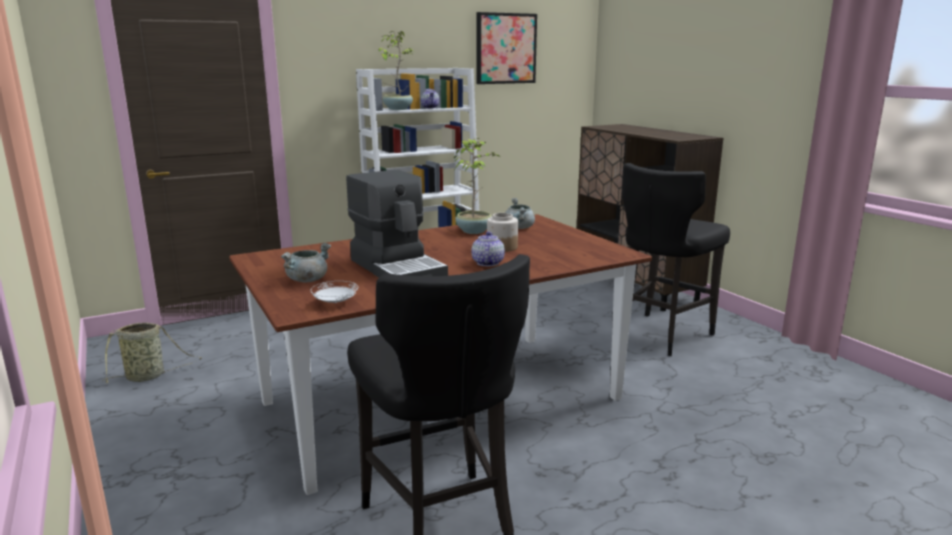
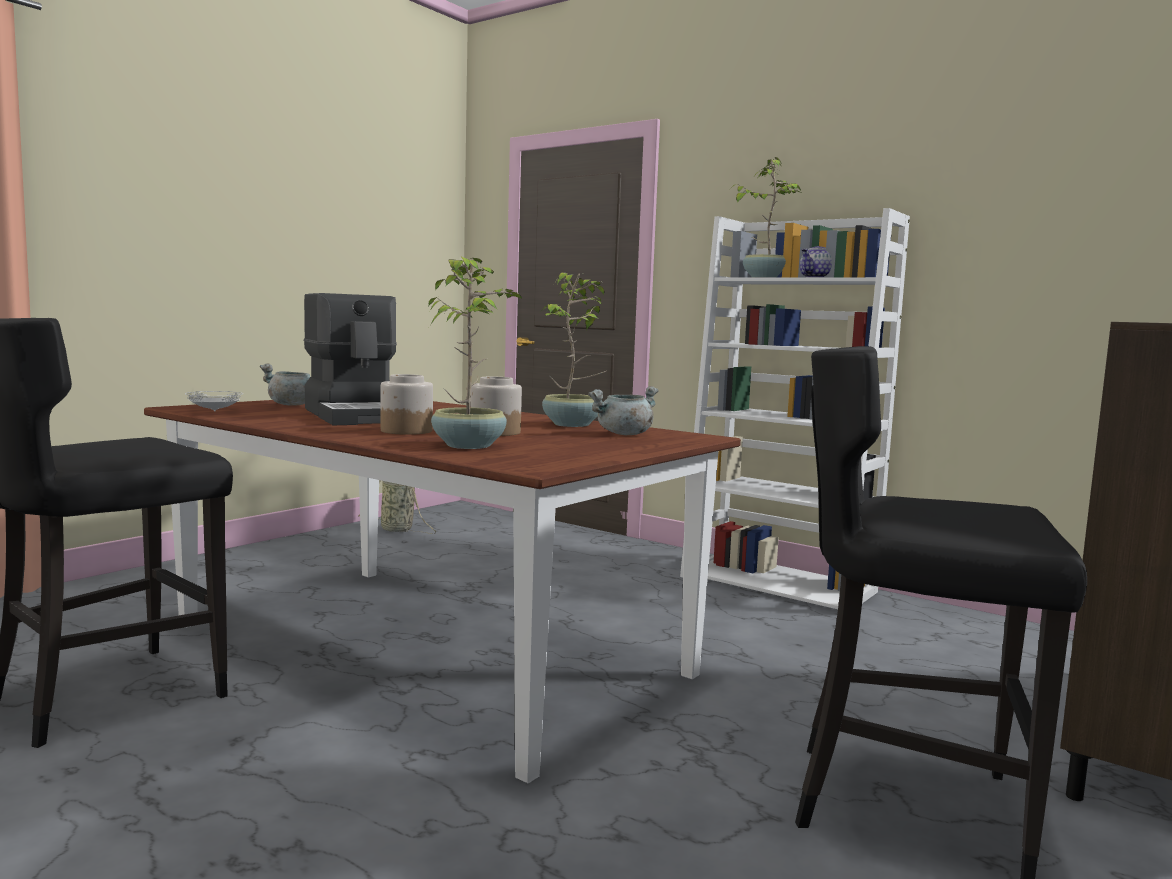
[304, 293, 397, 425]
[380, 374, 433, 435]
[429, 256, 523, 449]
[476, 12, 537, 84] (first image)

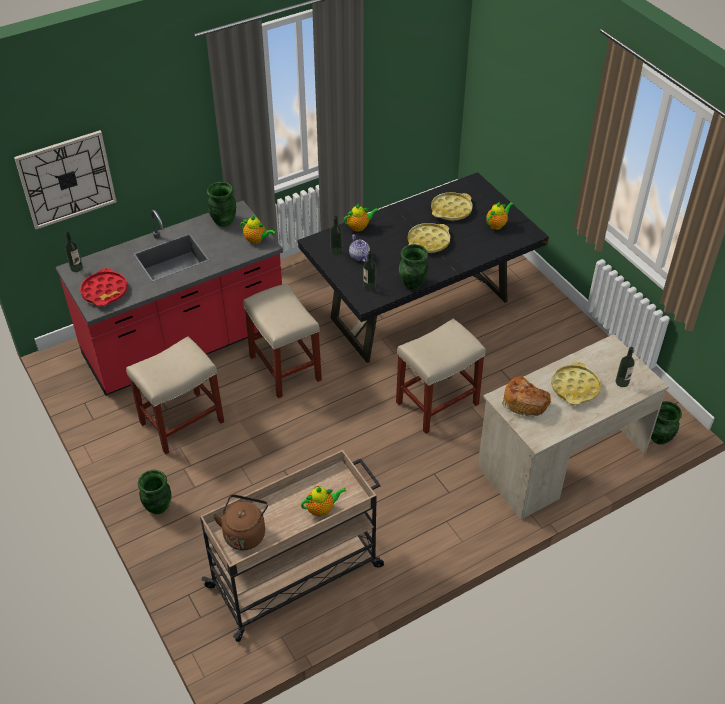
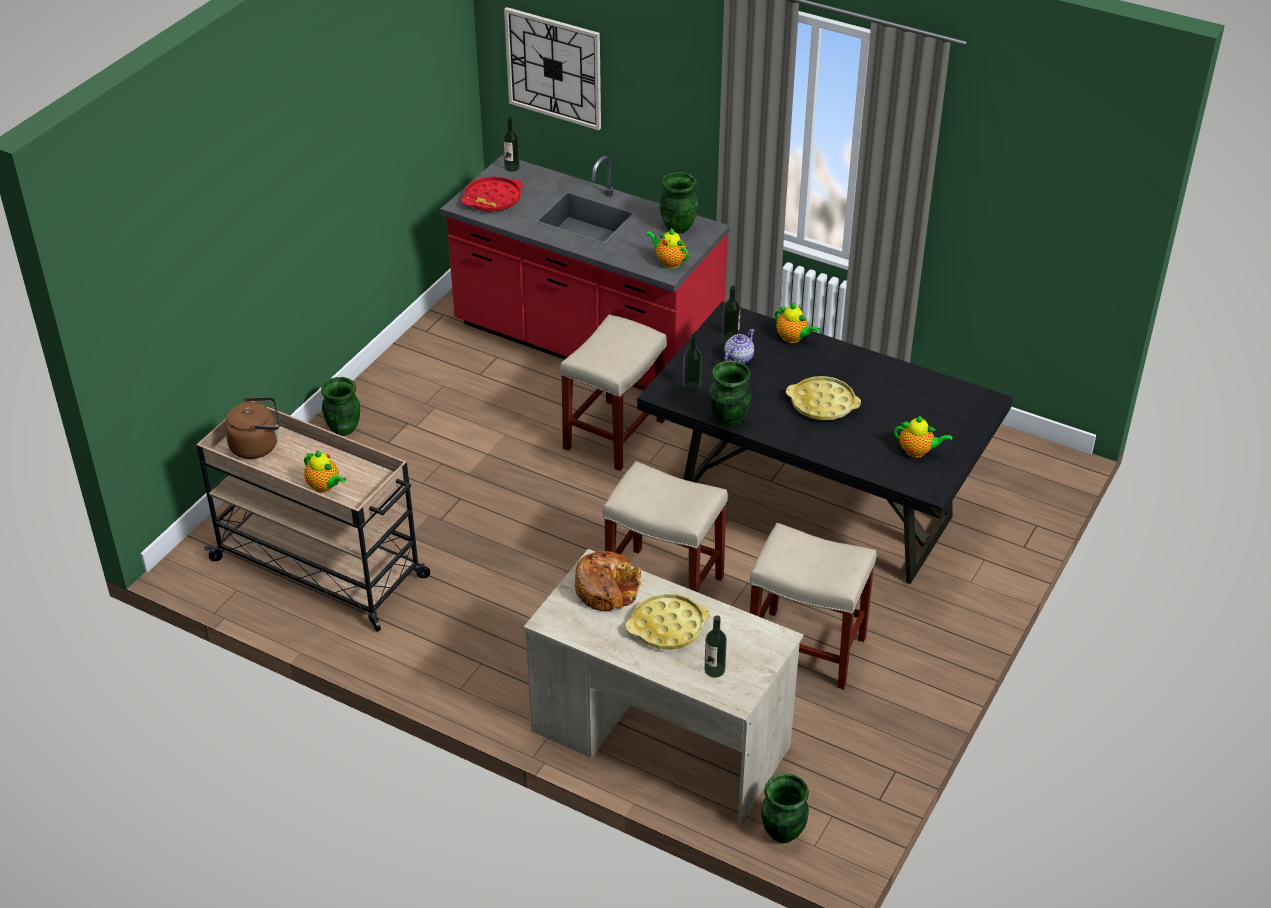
[646, 228, 689, 268]
[750, 523, 876, 689]
[431, 192, 473, 221] (first image)

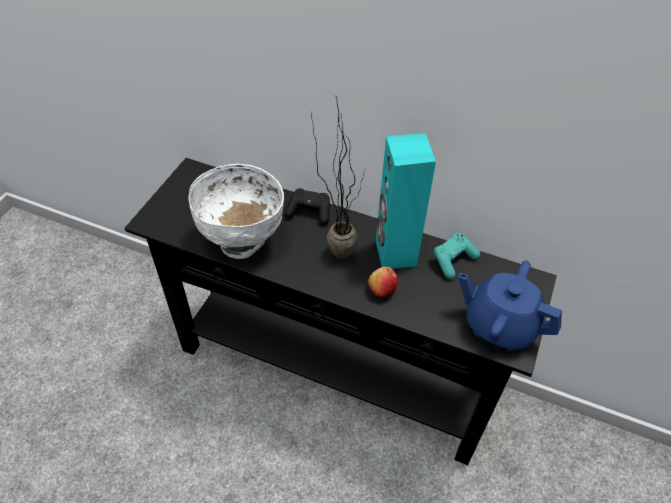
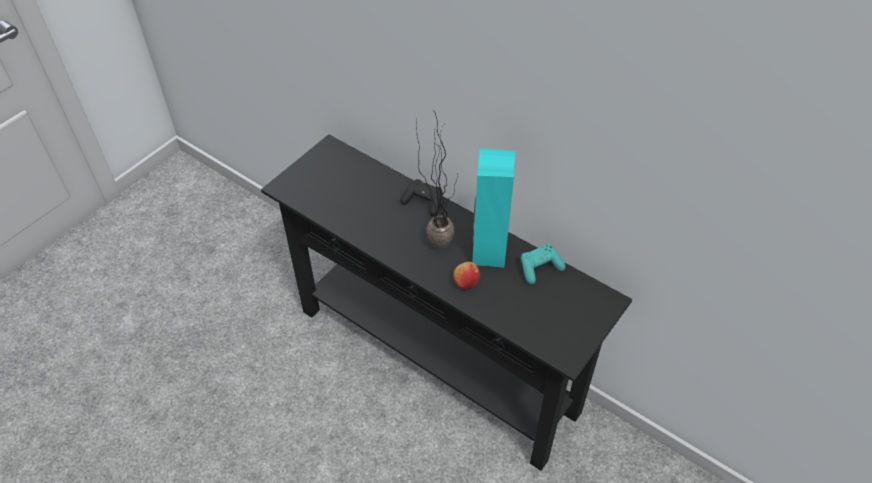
[188, 164, 284, 259] (first image)
[458, 261, 562, 351] (first image)

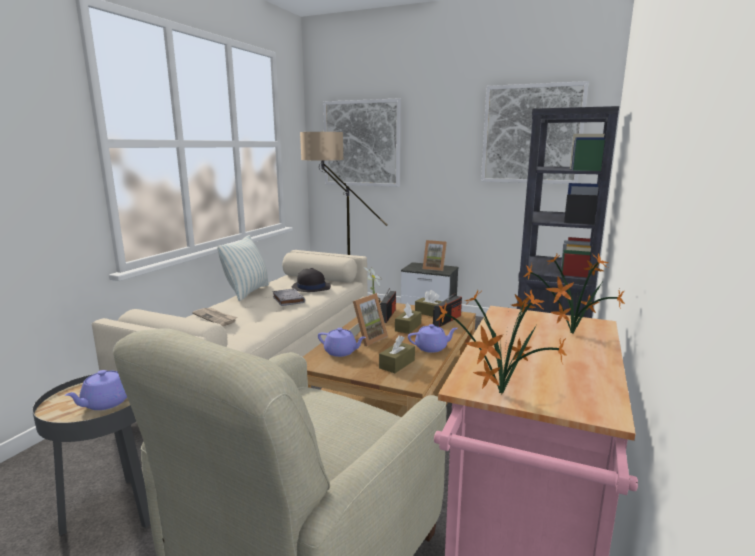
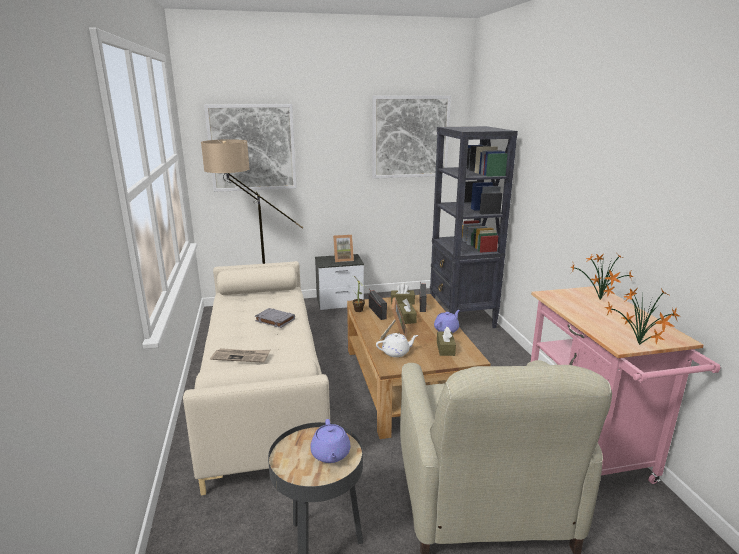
[376, 333, 418, 357]
[217, 235, 269, 302] (first image)
[292, 268, 331, 292] (first image)

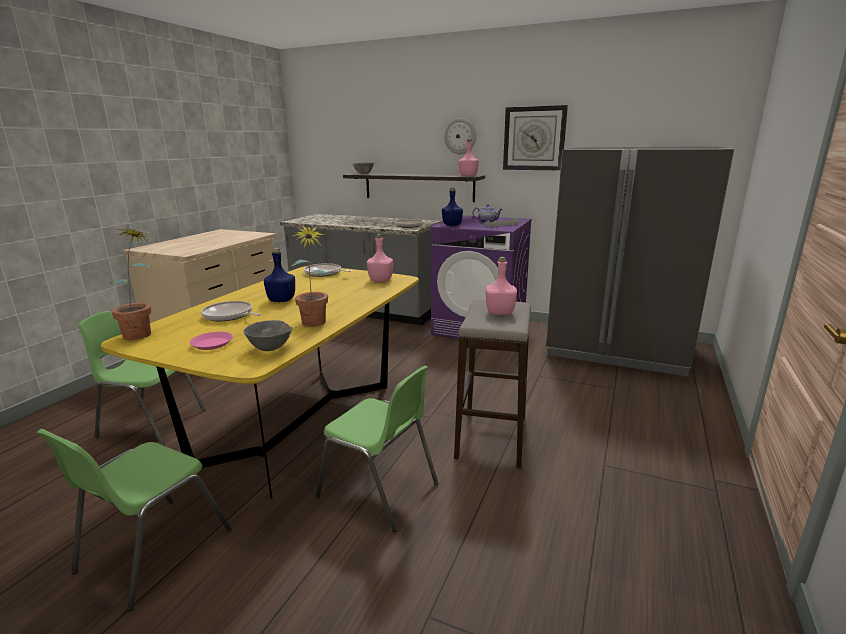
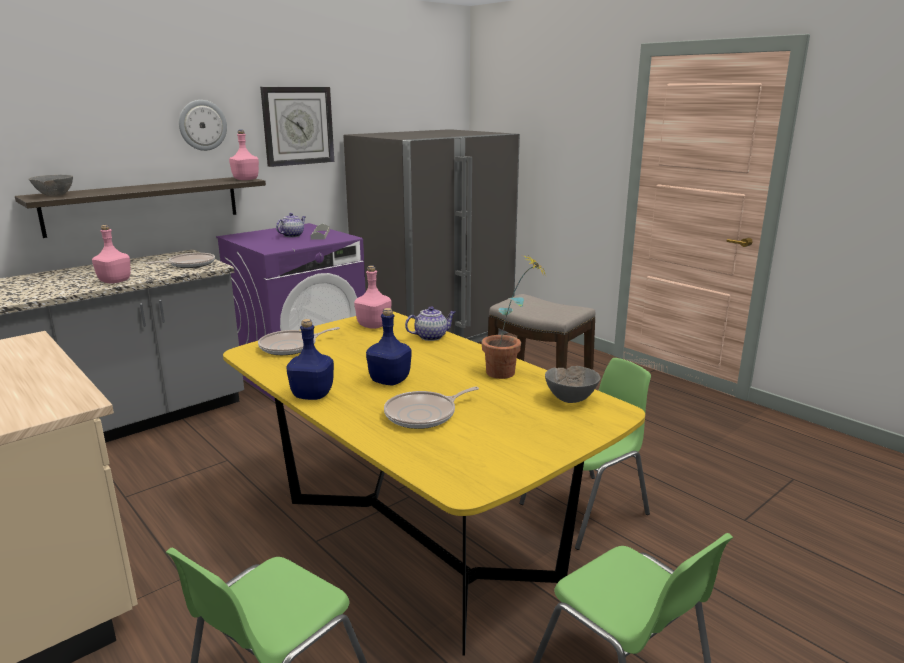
[92, 225, 131, 283]
[287, 319, 334, 400]
[405, 306, 456, 341]
[110, 228, 151, 340] (first image)
[190, 332, 233, 350] (first image)

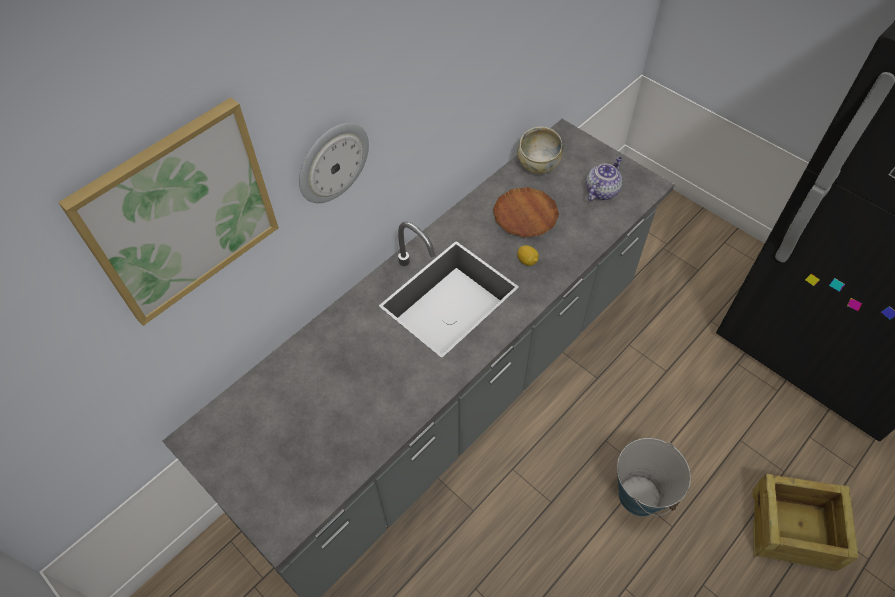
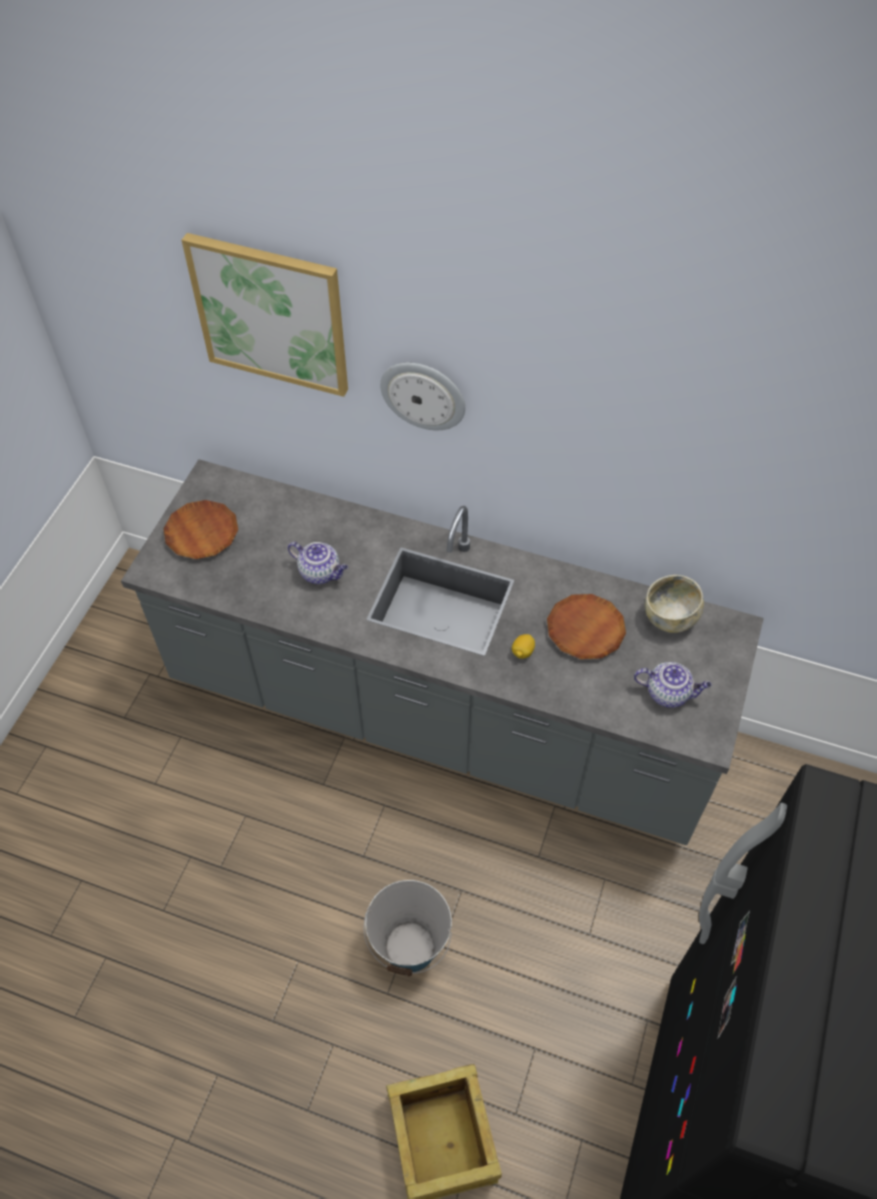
[164, 500, 238, 559]
[288, 542, 348, 584]

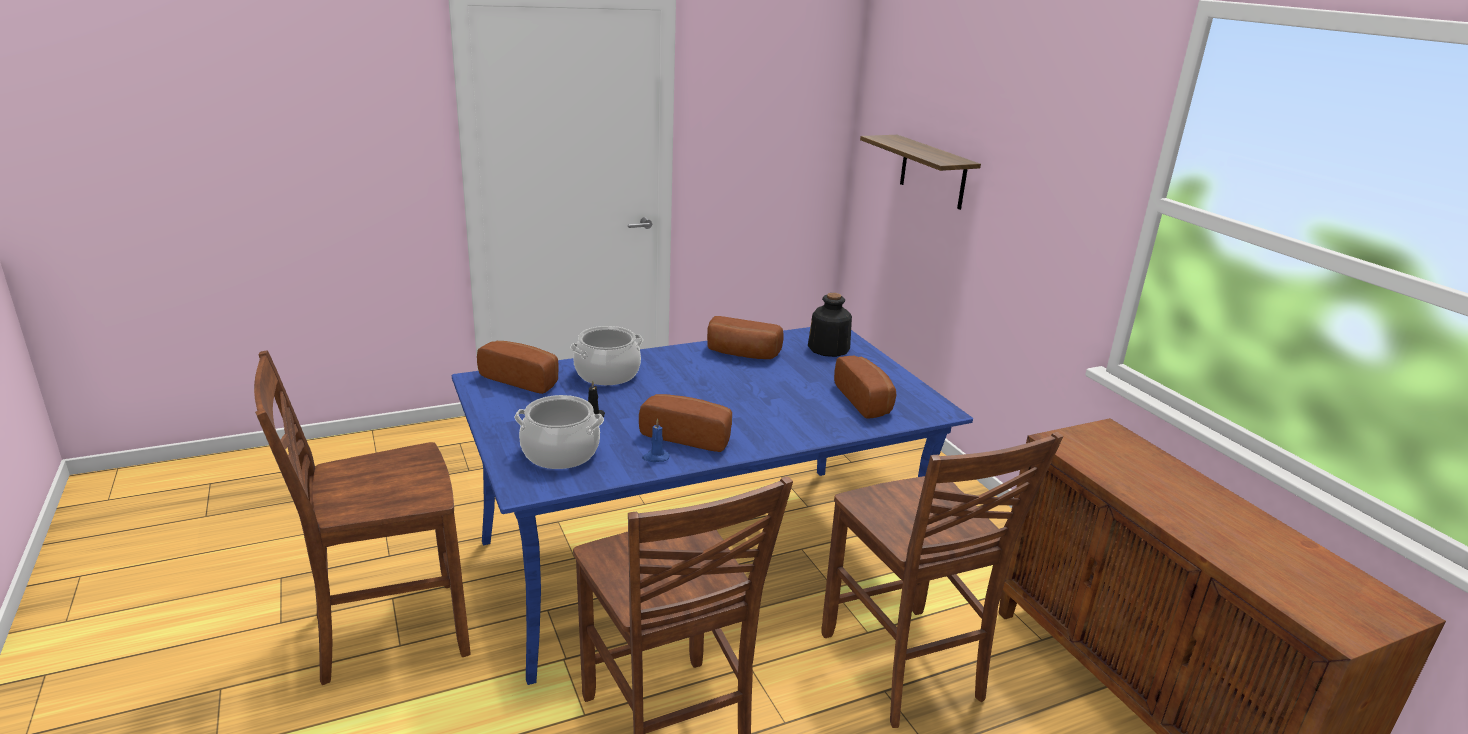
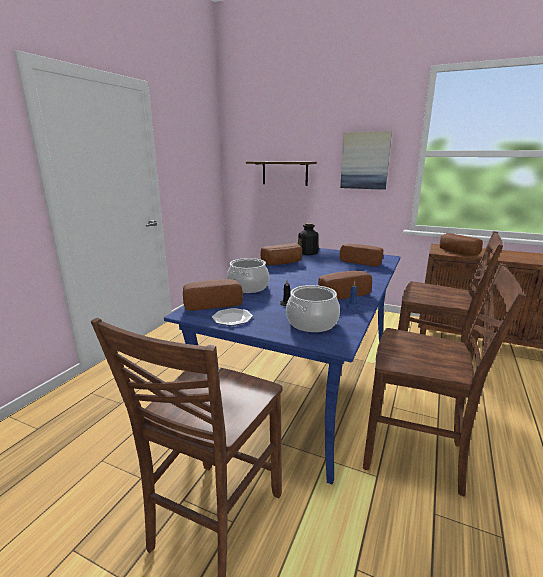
[212, 308, 253, 326]
[340, 131, 392, 190]
[440, 233, 483, 256]

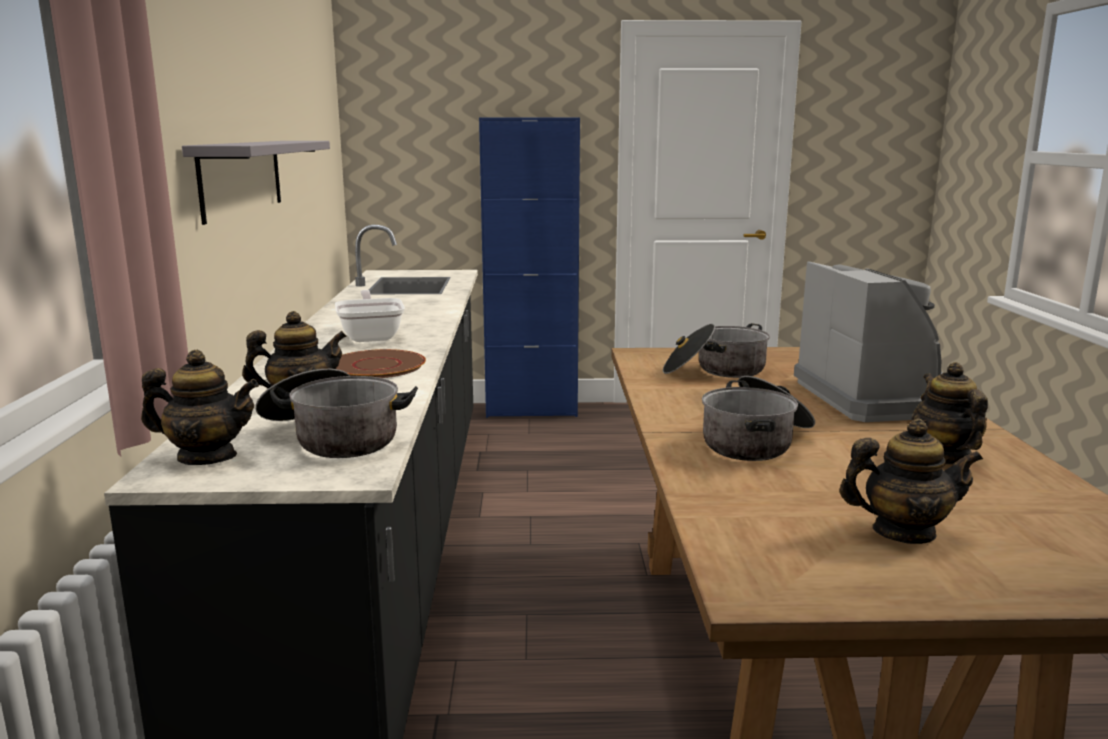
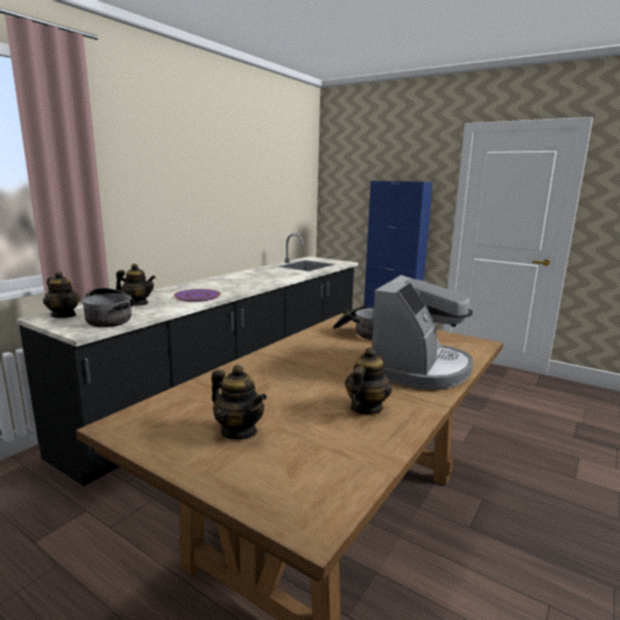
[174, 289, 221, 302]
[182, 141, 330, 225] (first image)
[335, 290, 405, 342] (first image)
[702, 376, 815, 461] (first image)

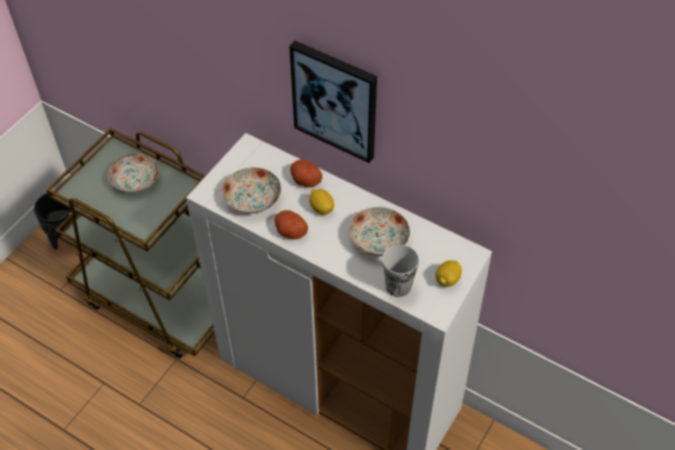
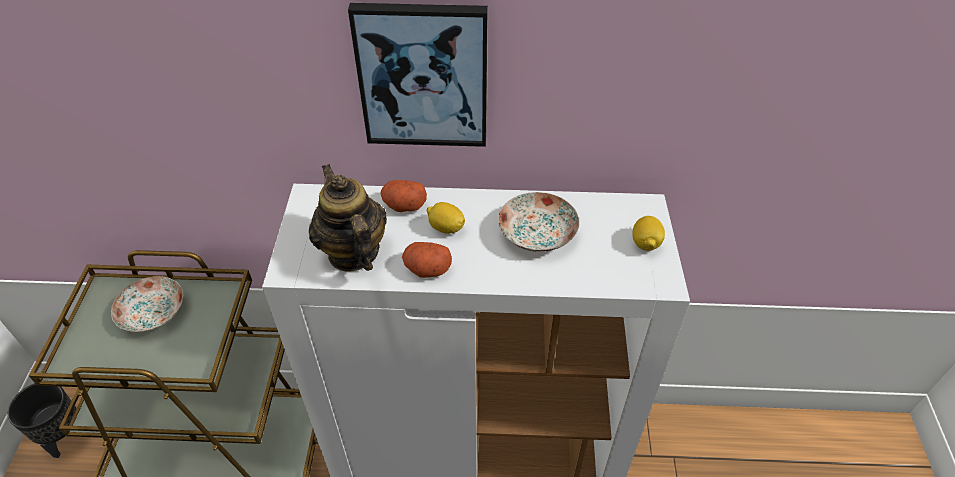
[309, 164, 387, 272]
[383, 244, 419, 297] (first image)

